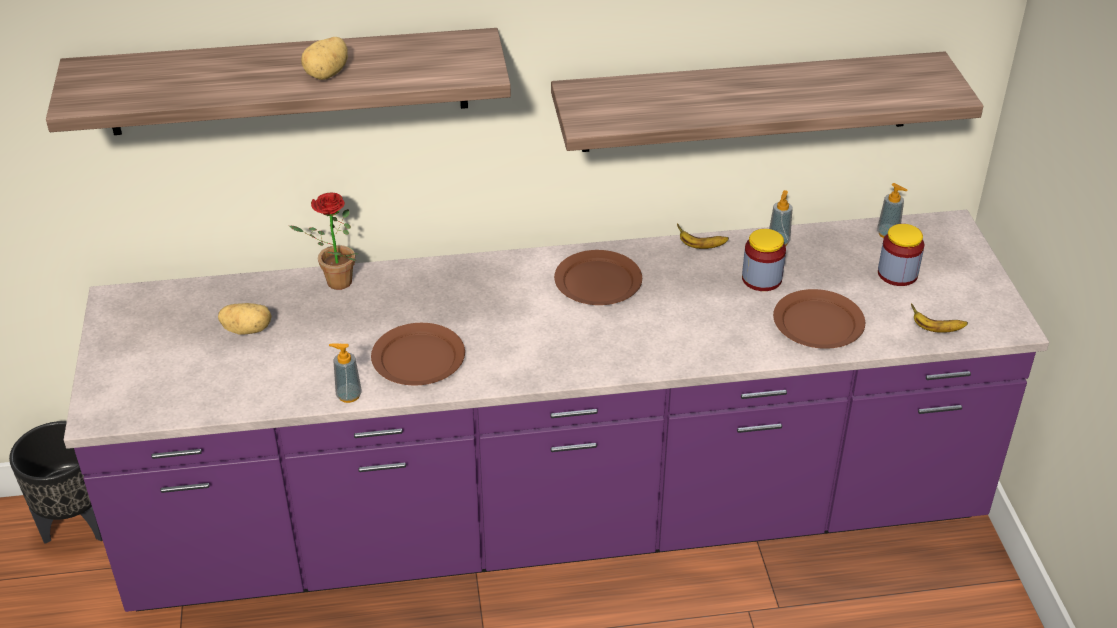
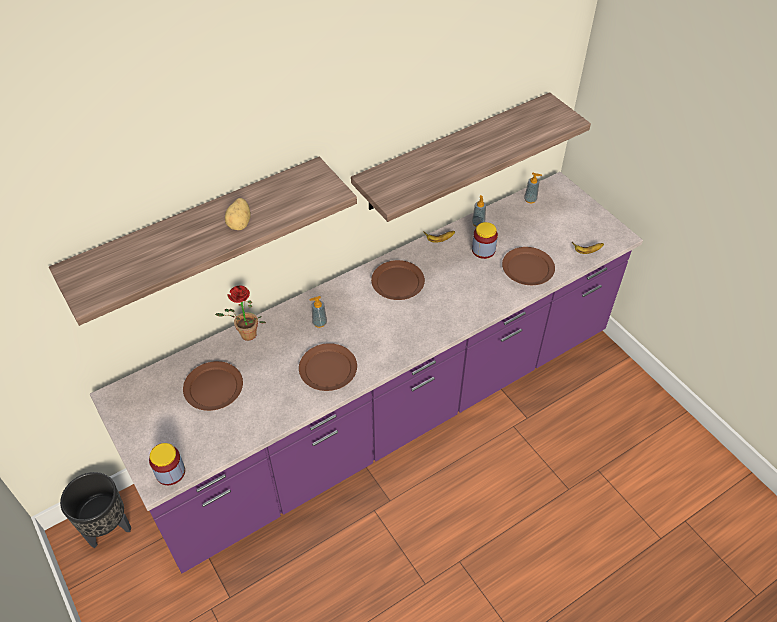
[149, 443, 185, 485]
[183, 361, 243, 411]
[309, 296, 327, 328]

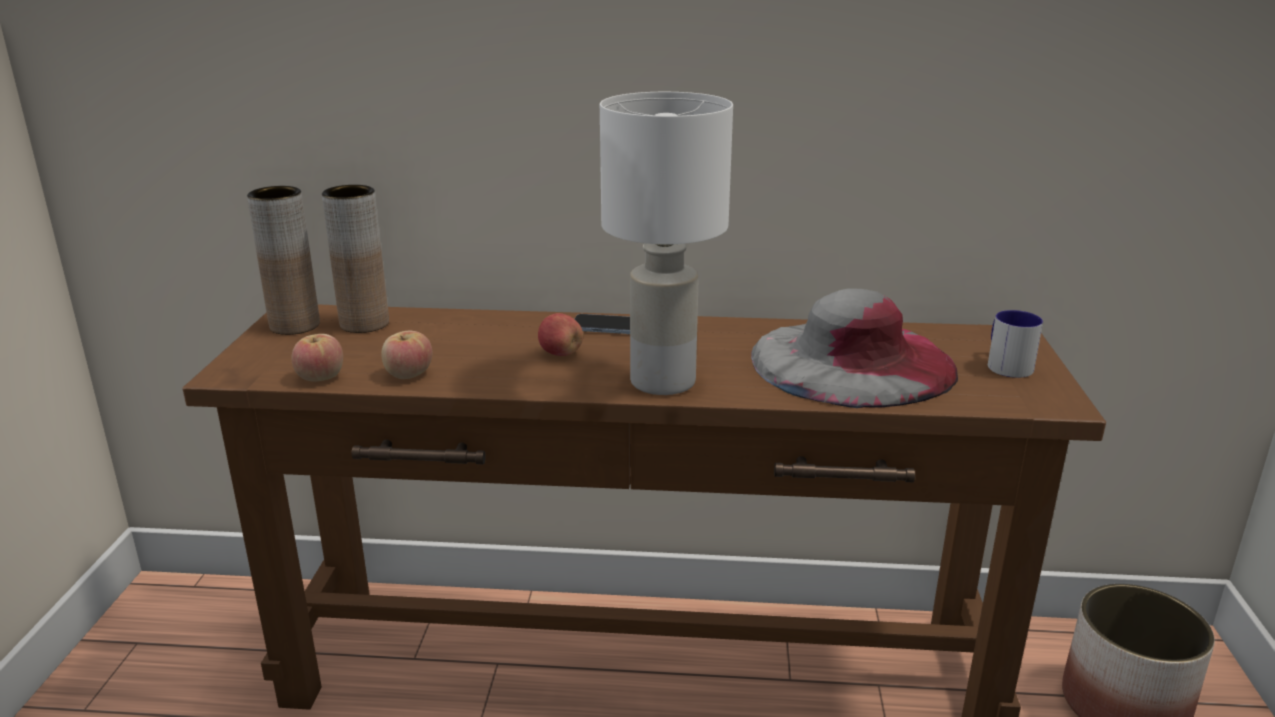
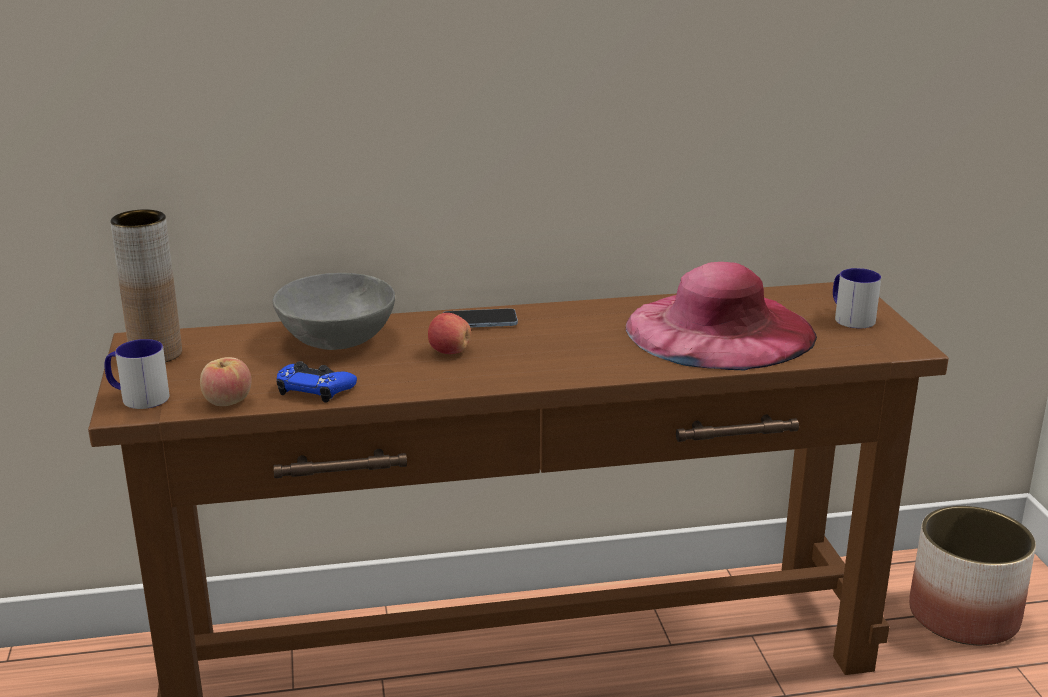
[105, 339, 169, 409]
[273, 273, 395, 350]
[277, 361, 357, 403]
[626, 262, 817, 370]
[322, 185, 389, 333] (first image)
[600, 92, 733, 395] (first image)

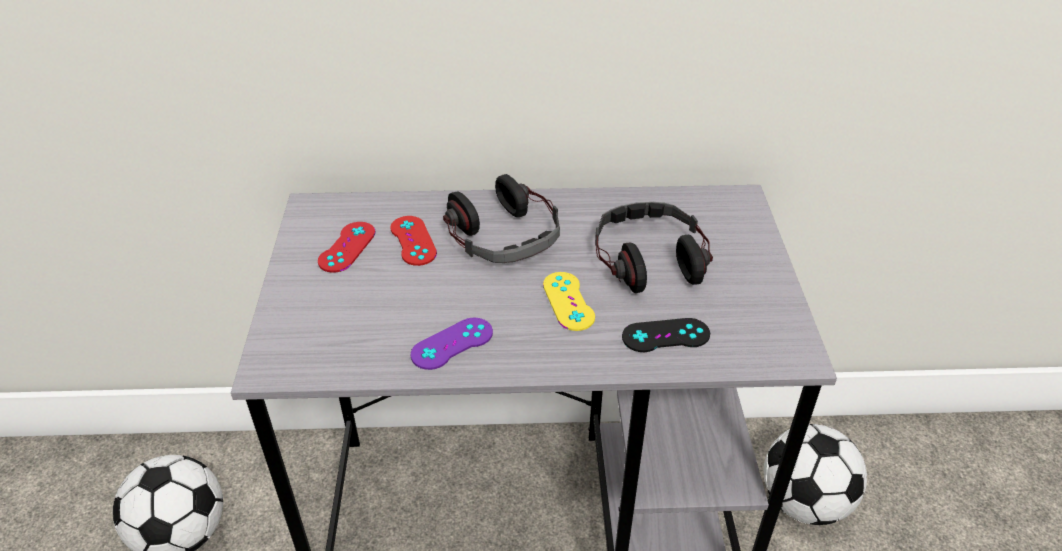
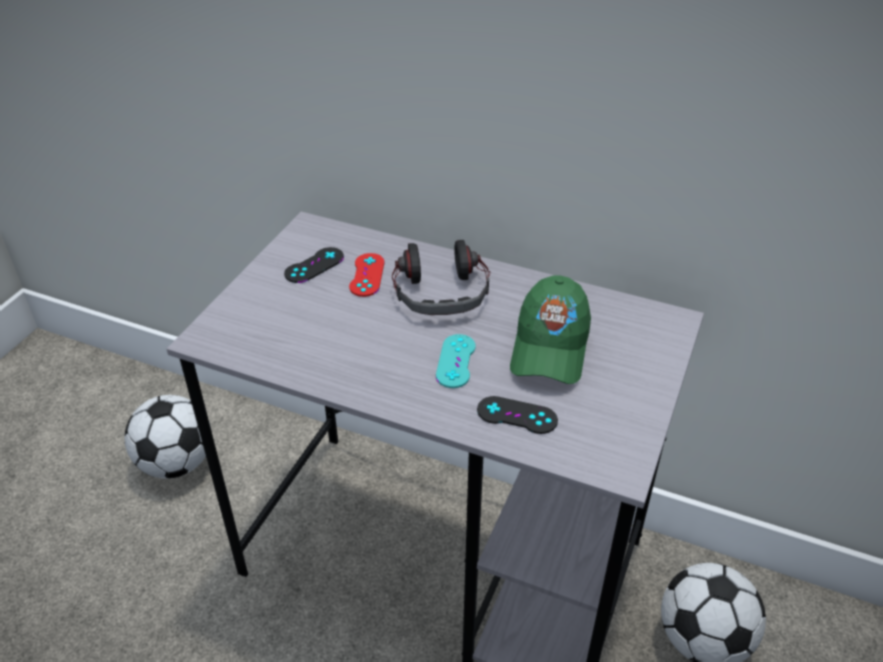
[284, 247, 344, 283]
[436, 334, 476, 388]
[510, 275, 591, 384]
[411, 318, 493, 370] (first image)

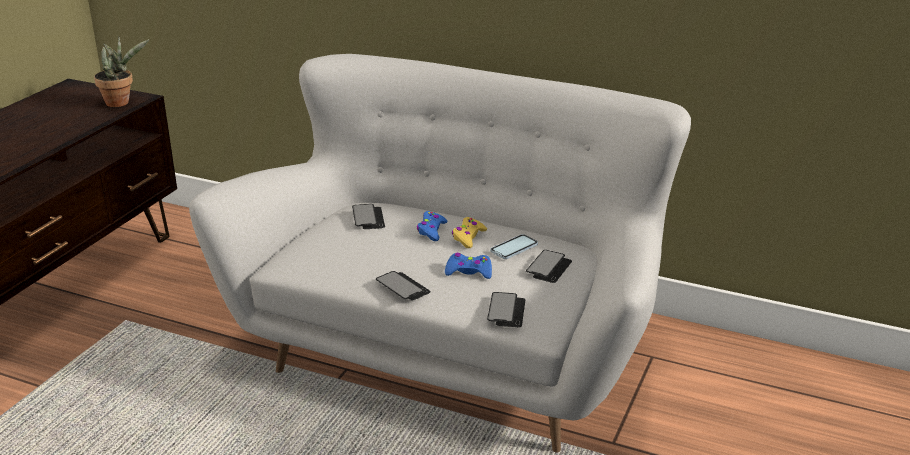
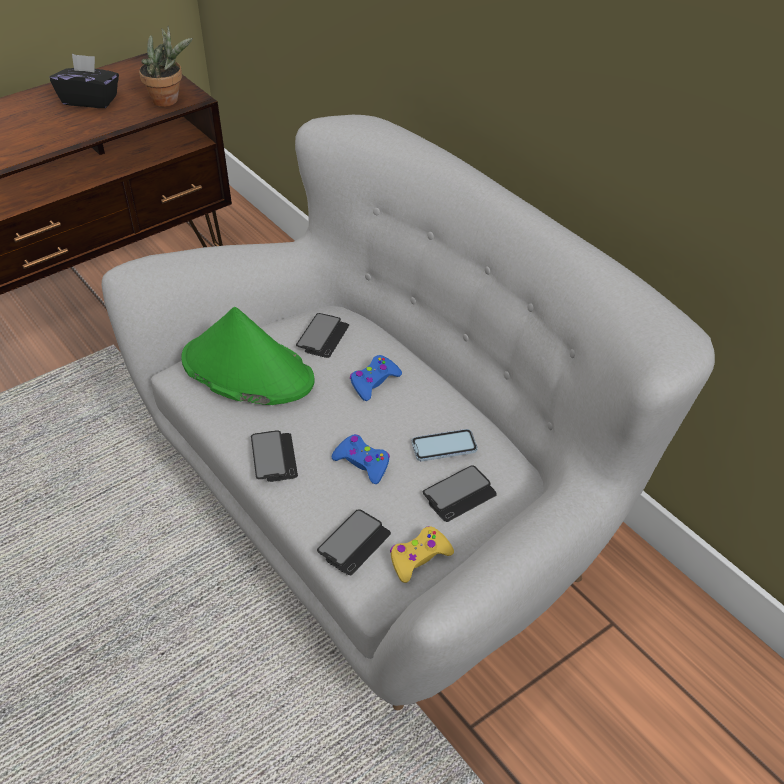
[50, 54, 119, 108]
[181, 307, 315, 405]
[390, 526, 454, 583]

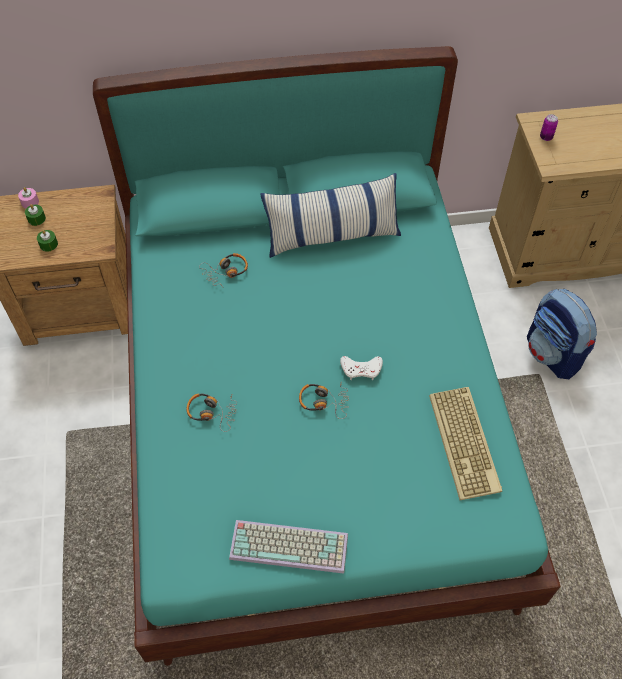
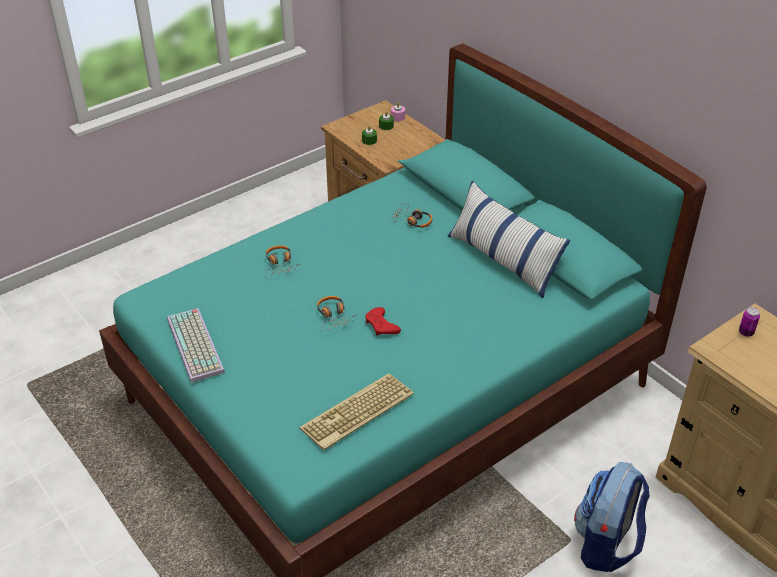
[365, 307, 401, 336]

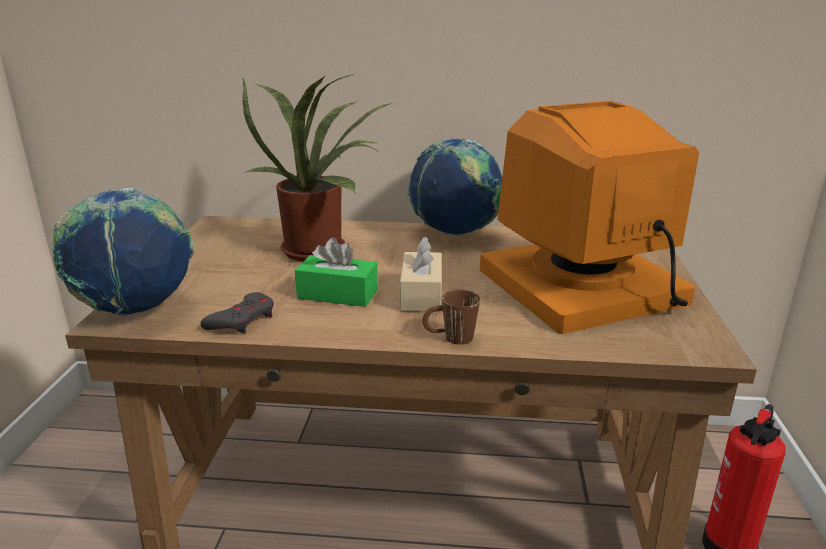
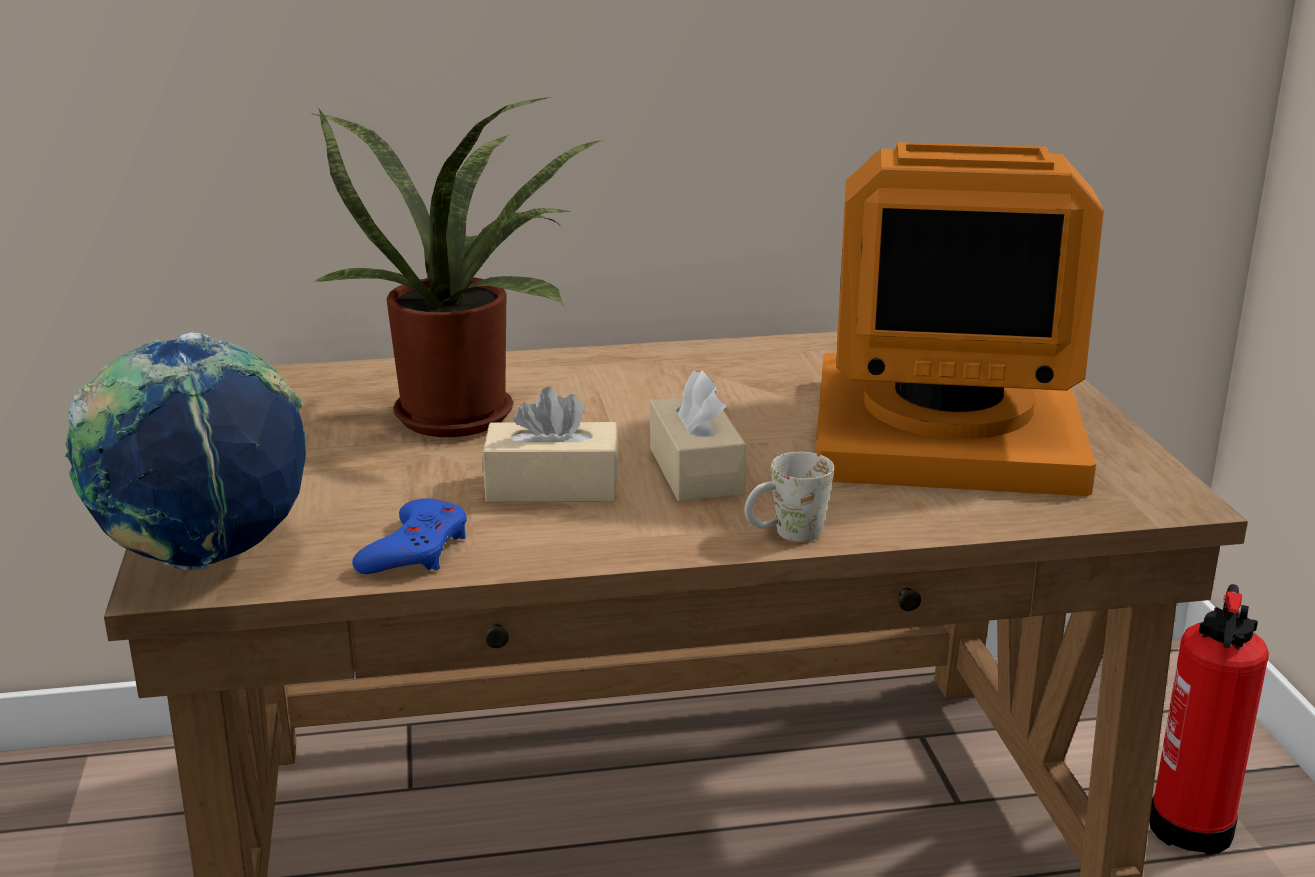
[352, 498, 467, 574]
[483, 387, 619, 502]
[744, 452, 834, 542]
[816, 142, 1104, 496]
[407, 138, 502, 237] (first image)

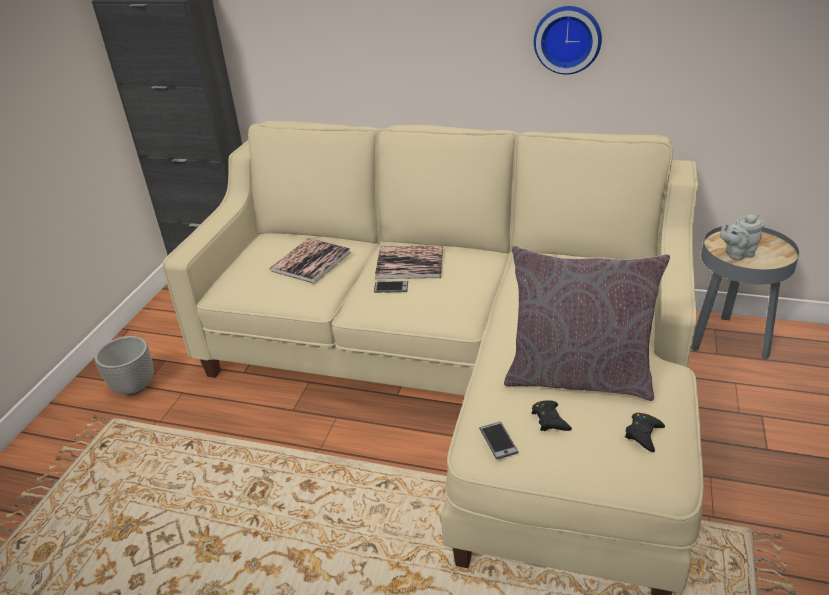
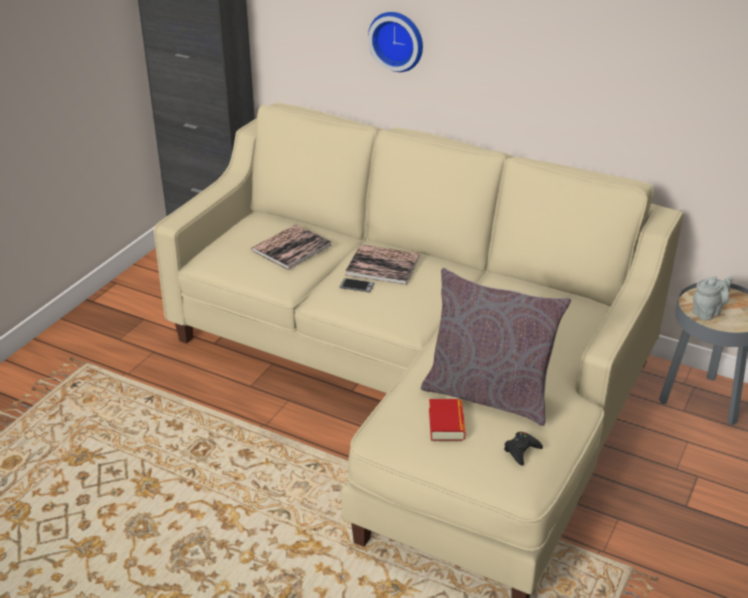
[368, 12, 423, 72]
[429, 399, 466, 441]
[692, 275, 733, 320]
[95, 336, 154, 396] (first image)
[479, 422, 519, 459] (first image)

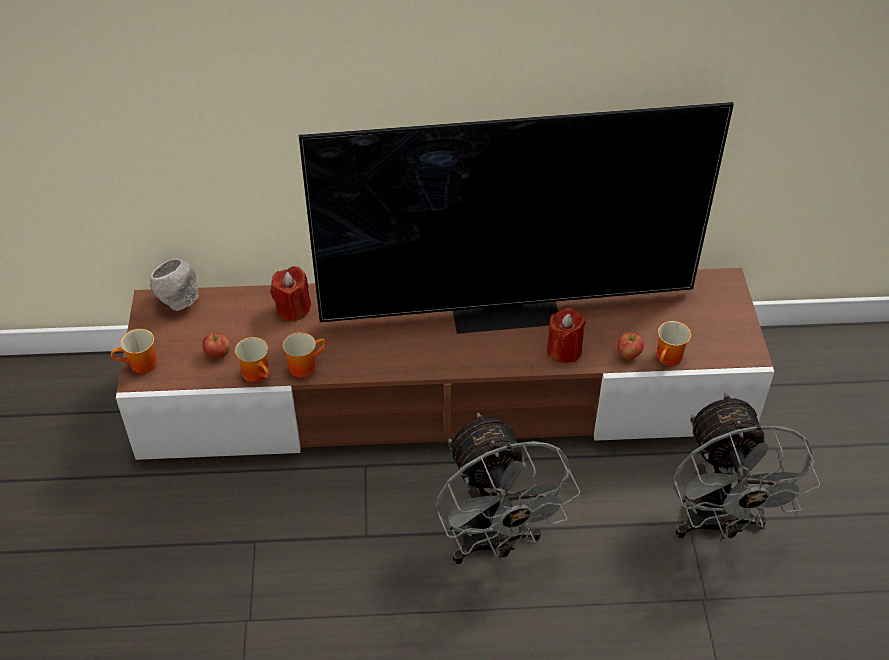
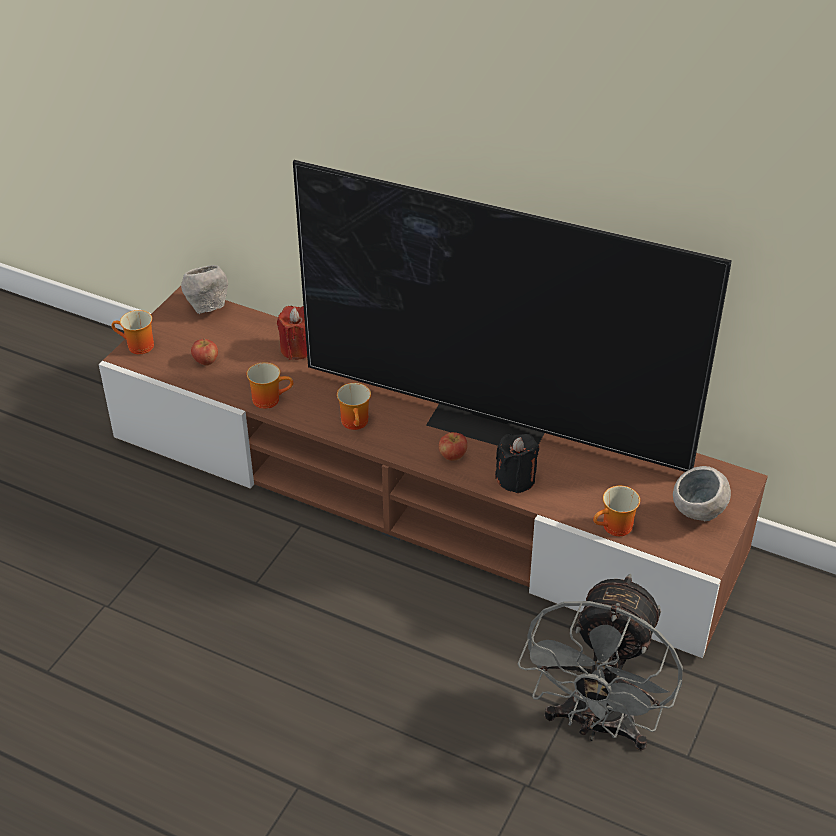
[337, 383, 371, 430]
[439, 432, 467, 461]
[495, 434, 539, 493]
[673, 466, 731, 522]
[436, 412, 580, 564] (first image)

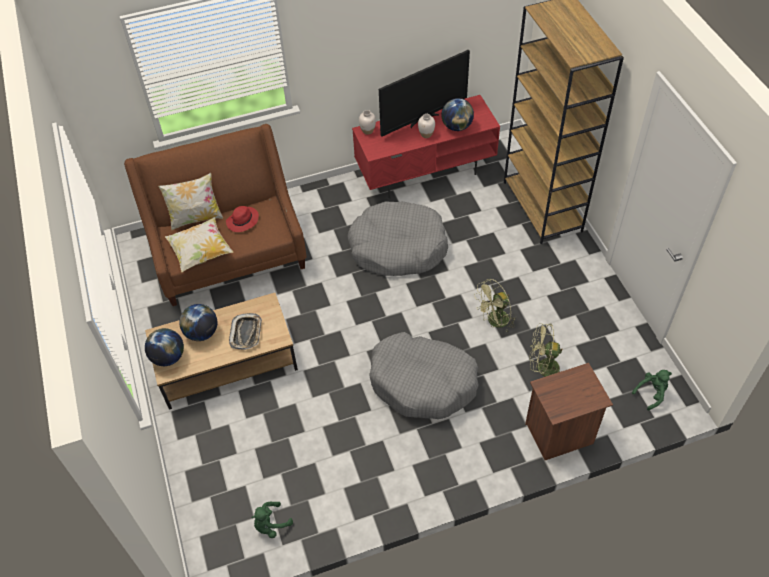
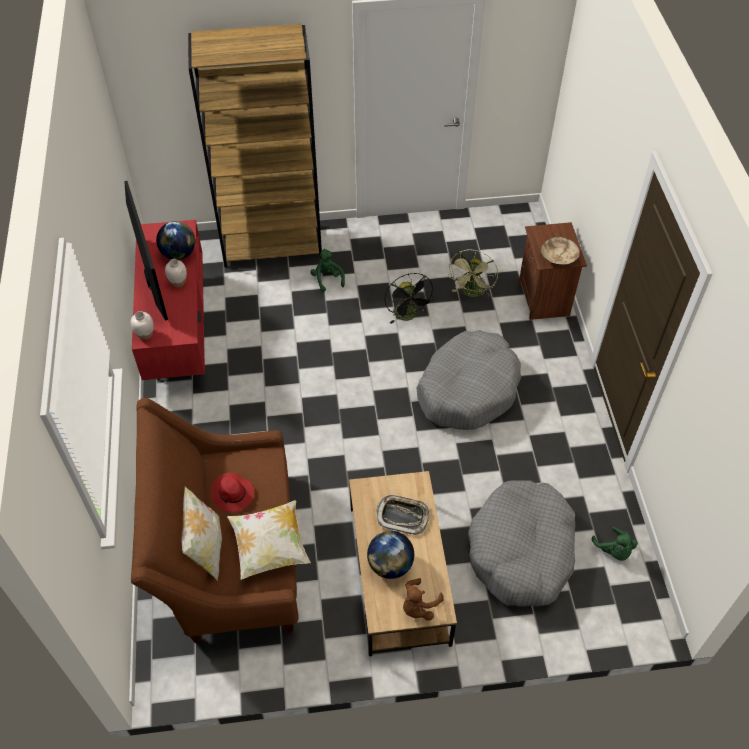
[310, 249, 345, 292]
[384, 273, 435, 324]
[403, 578, 444, 621]
[468, 480, 575, 607]
[541, 237, 580, 265]

